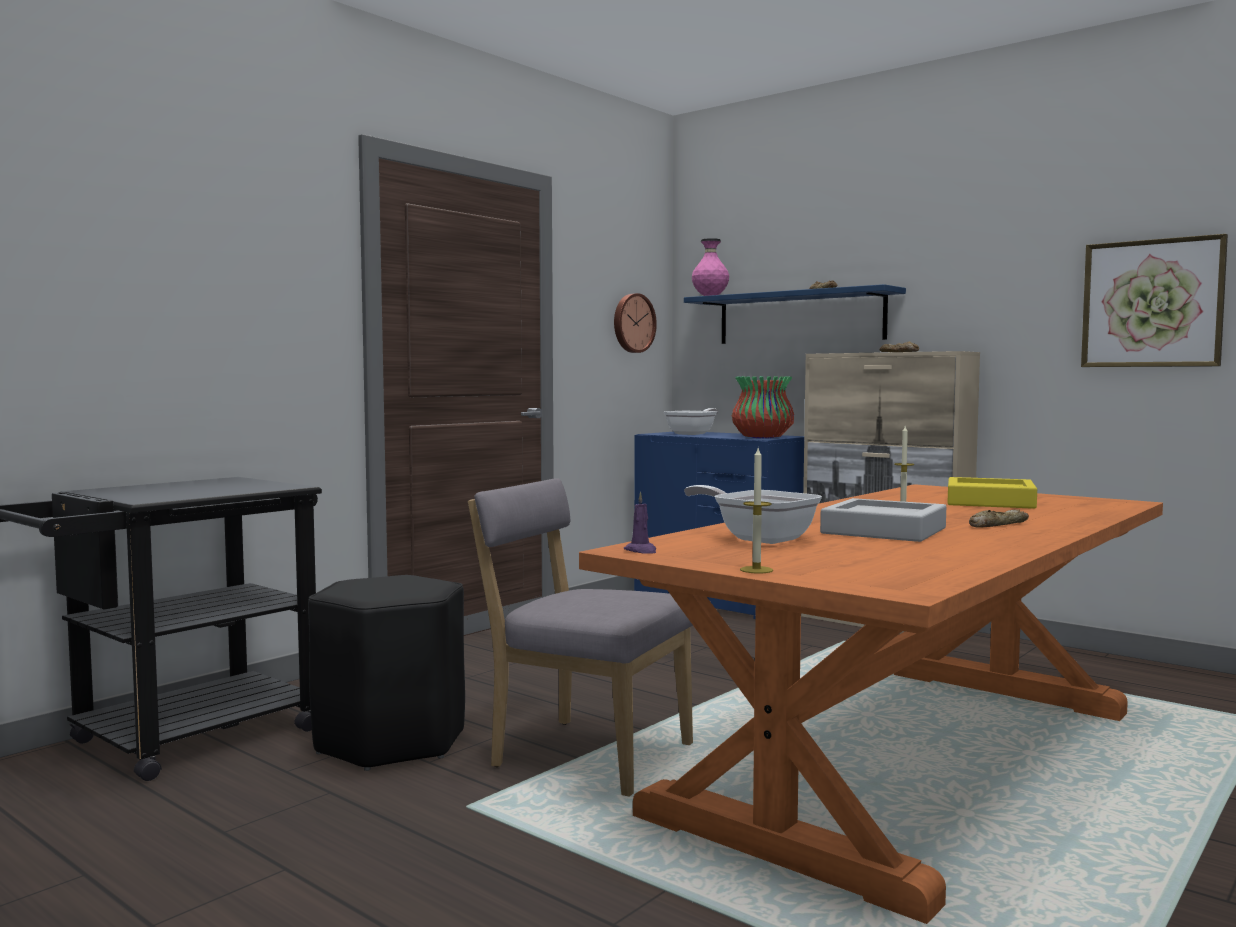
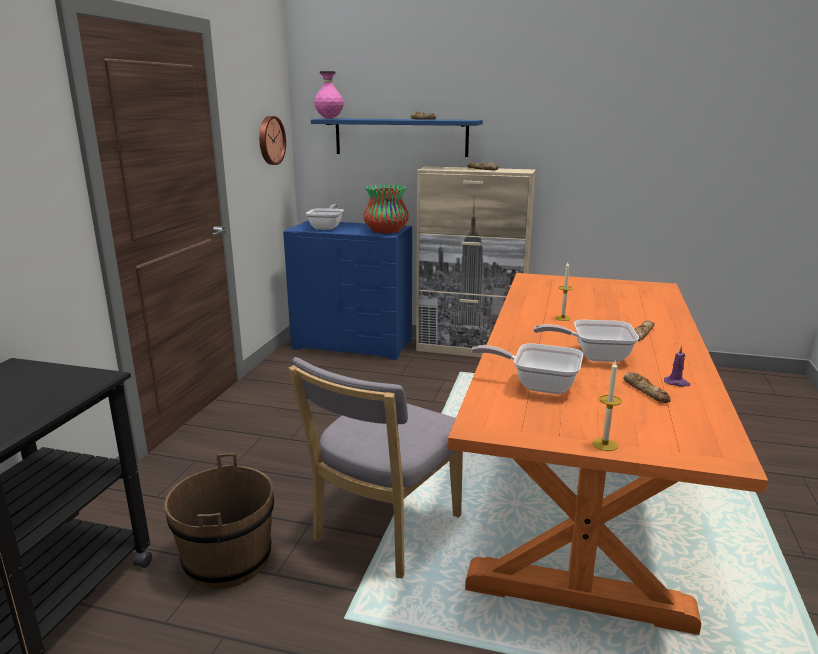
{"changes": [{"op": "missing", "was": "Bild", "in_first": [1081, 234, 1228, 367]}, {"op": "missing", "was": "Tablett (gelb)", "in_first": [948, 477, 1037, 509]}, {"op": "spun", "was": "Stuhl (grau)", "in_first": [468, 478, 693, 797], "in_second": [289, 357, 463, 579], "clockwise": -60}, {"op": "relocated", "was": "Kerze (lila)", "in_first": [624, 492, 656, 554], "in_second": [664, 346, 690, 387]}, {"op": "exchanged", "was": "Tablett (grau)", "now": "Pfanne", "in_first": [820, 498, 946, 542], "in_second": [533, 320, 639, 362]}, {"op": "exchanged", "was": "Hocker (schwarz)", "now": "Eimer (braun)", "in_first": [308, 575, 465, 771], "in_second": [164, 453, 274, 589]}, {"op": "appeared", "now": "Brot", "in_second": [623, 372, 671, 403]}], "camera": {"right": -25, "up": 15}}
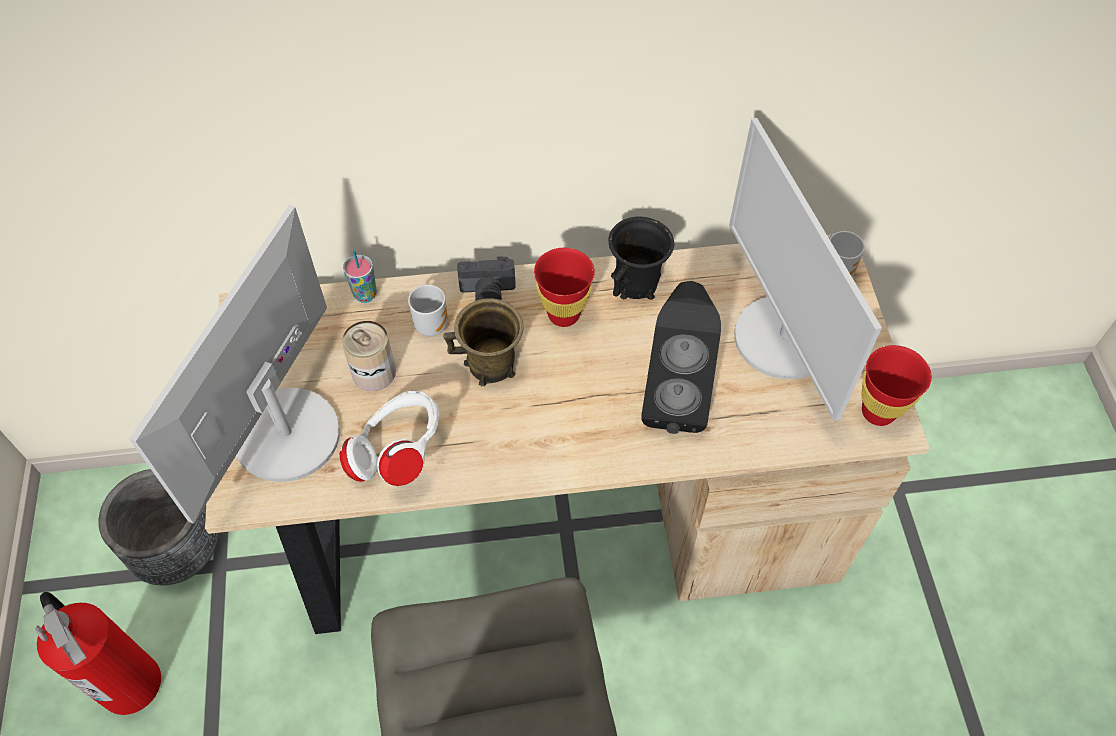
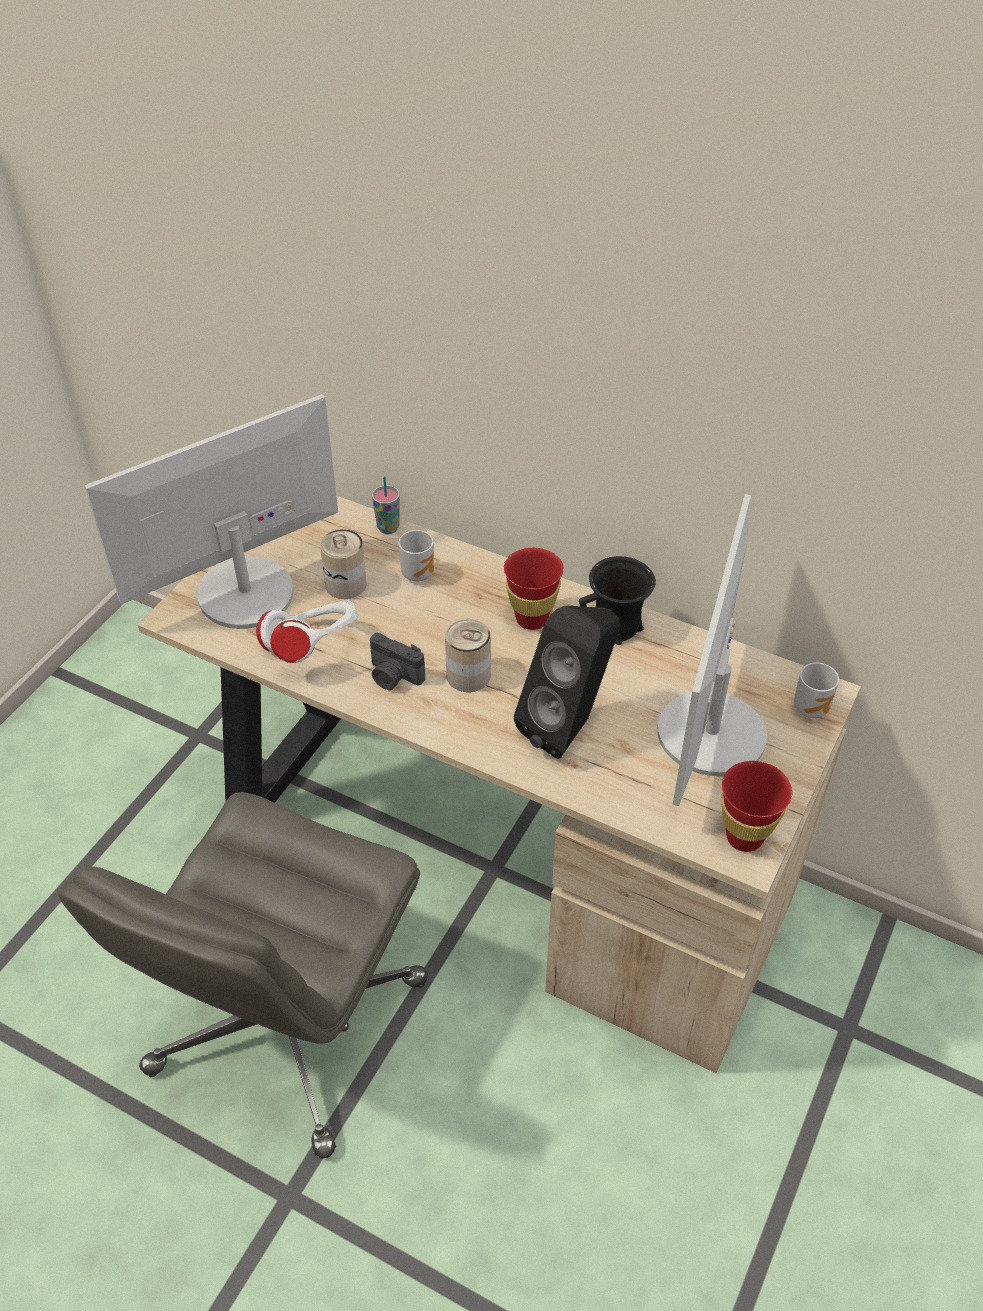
{"changes": [{"op": "relocated", "was": "Kamera", "in_first": [457, 256, 516, 301], "in_second": [370, 633, 425, 690]}, {"op": "missing", "was": "Henkelbecher (braun)", "in_first": [443, 298, 523, 386]}, {"op": "missing", "was": "Pflanzkübel (grau)", "in_first": [98, 469, 218, 585]}, {"op": "missing", "was": "Feuerlöscher", "in_first": [35, 592, 161, 715]}, {"op": "appeared", "now": "Dose", "in_second": [445, 619, 491, 692]}], "camera": {"right": 35, "up": -10}}
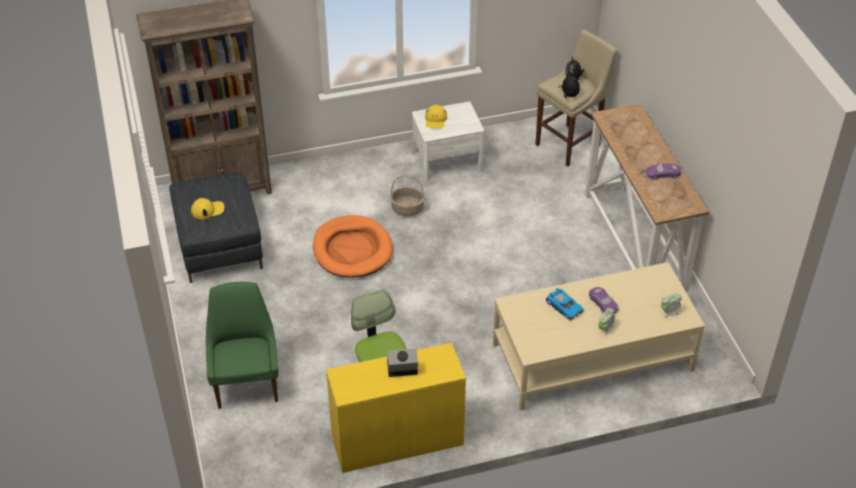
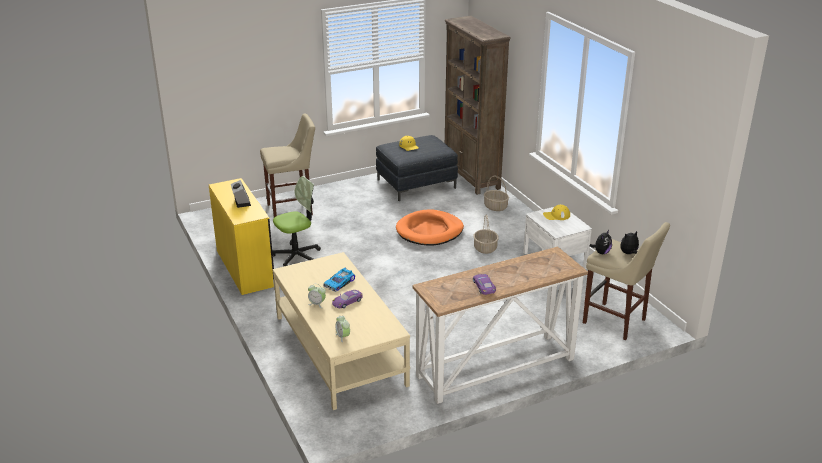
{"changes": [{"op": "exchanged", "was": "Stuhl (grün)", "now": "Hocker (beige)", "in_first": [206, 282, 278, 409], "in_second": [260, 113, 315, 217]}, {"op": "appeared", "now": "Korb", "in_second": [484, 175, 509, 211]}], "camera": {"right": 80, "up": -15}}
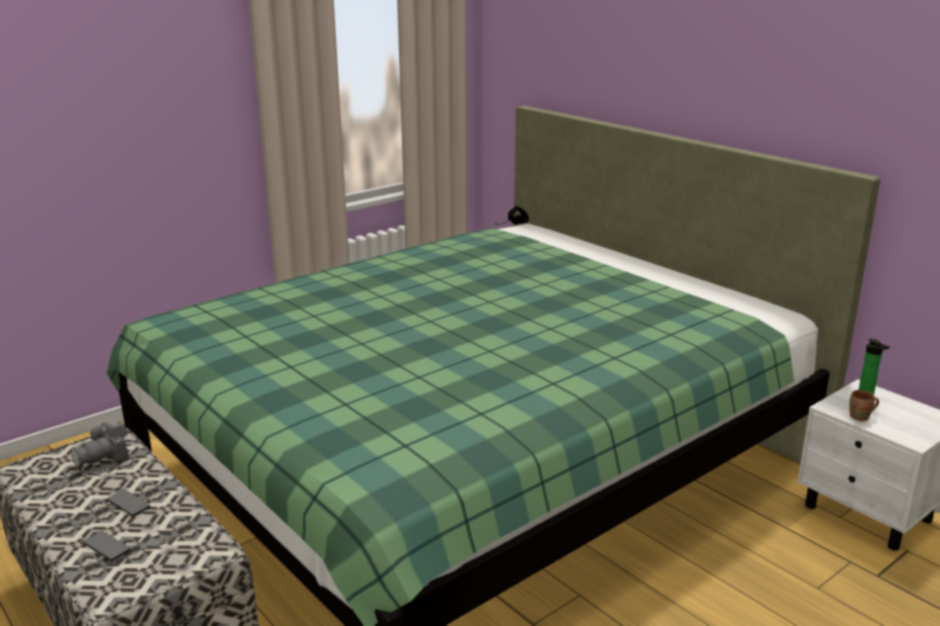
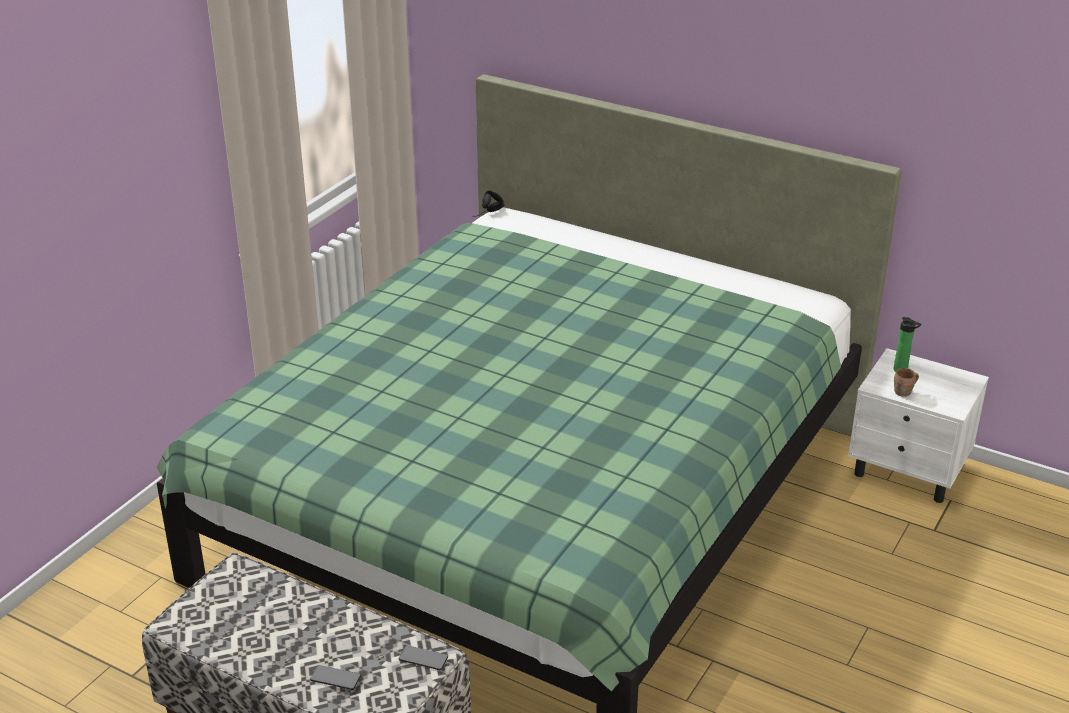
{"changes": [{"op": "missing", "was": "Kamera", "in_first": [71, 422, 128, 468]}, {"op": "relocated", "was": "Handy", "in_first": [107, 489, 151, 516], "in_second": [398, 645, 448, 670]}], "camera": {"right": -20, "up": 10}}
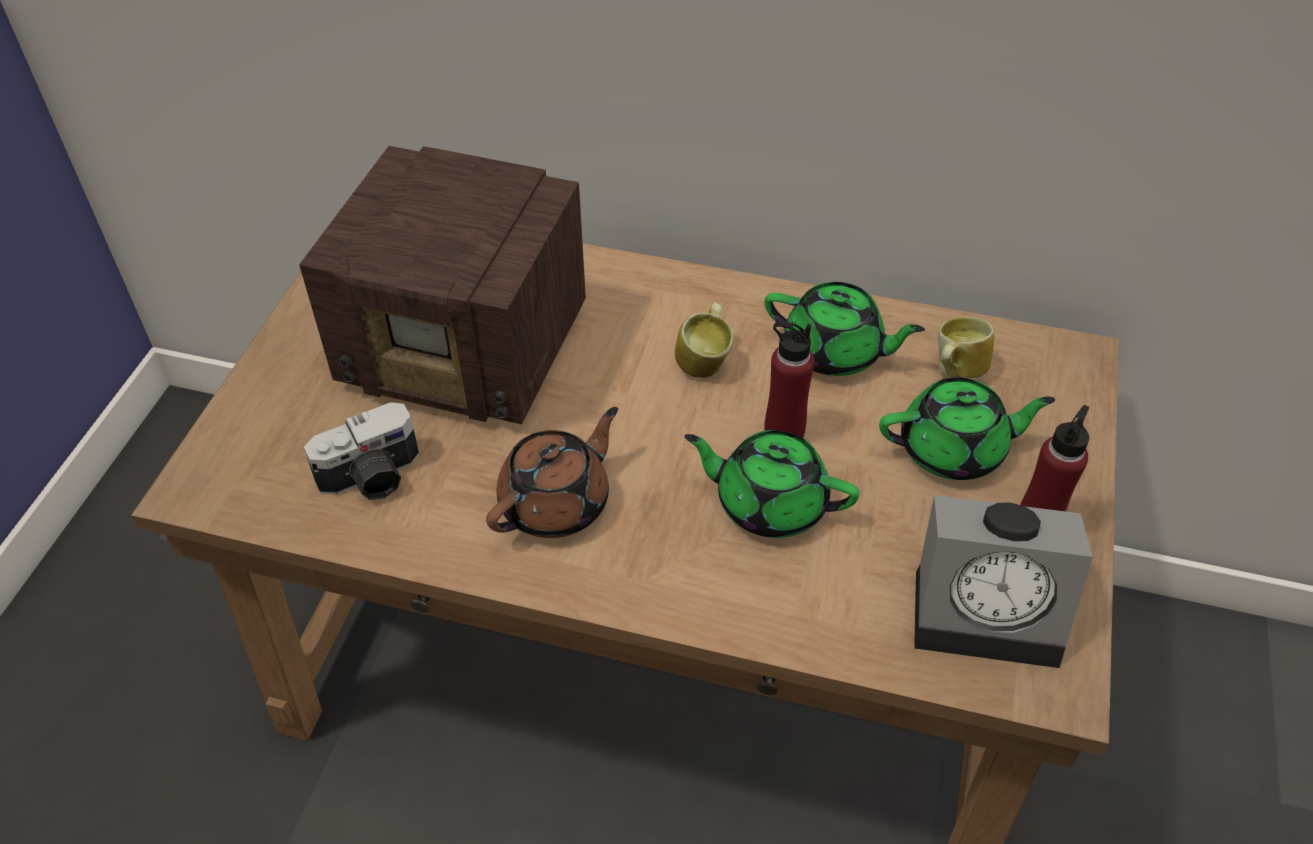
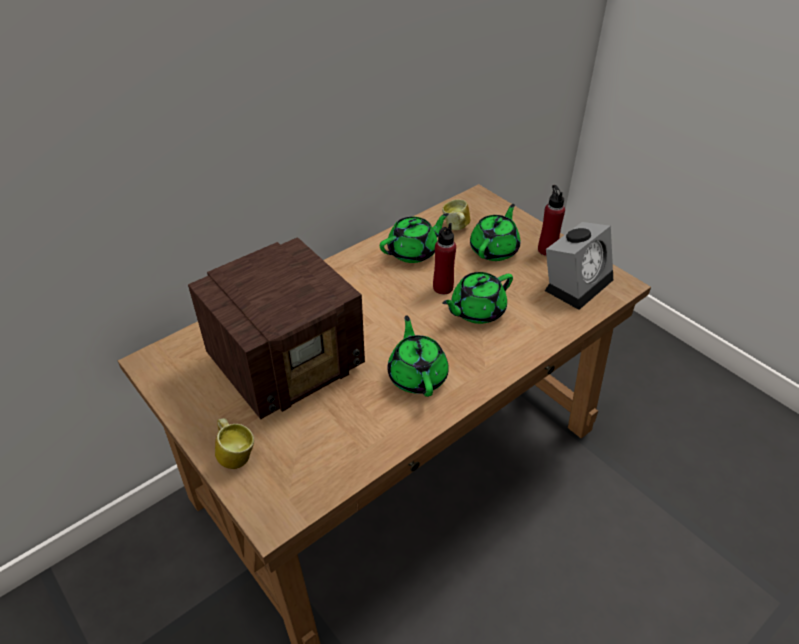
{"changes": [{"op": "relocated", "was": "Henkelbecher", "in_first": [675, 302, 733, 378], "in_second": [215, 418, 254, 469]}, {"op": "missing", "was": "Kamera", "in_first": [304, 402, 419, 500]}, {"op": "colour", "was": "Teekanne (braun)", "now": "Teekanne (grün)", "in_first": [486, 407, 618, 538], "in_second": [387, 315, 449, 397]}], "camera": {"right": -55, "up": -5}}
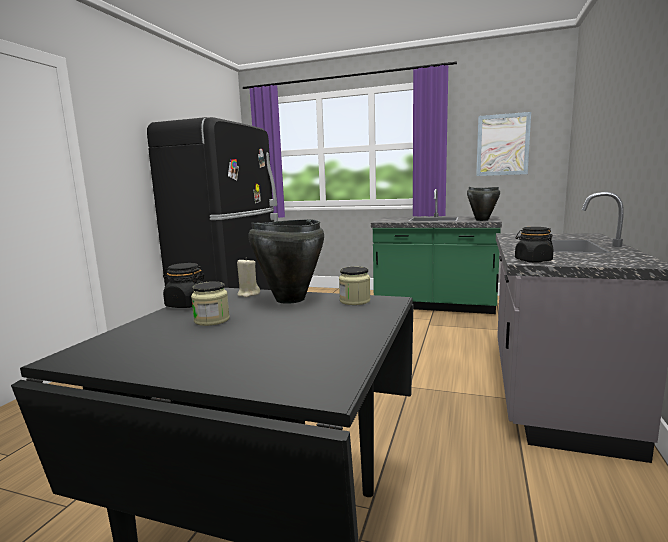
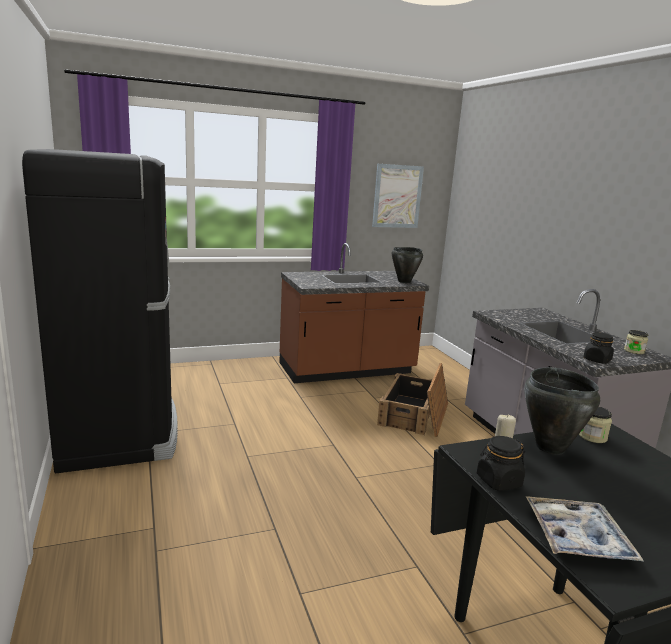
{"changes": [{"op": "colour", "was": "Küchenzeile (grün)", "now": "Küchenzeile (braun)", "in_first": [371, 189, 502, 314], "in_second": [279, 243, 429, 383]}, {"op": "relocated", "was": "Vorratsglas", "in_first": [191, 281, 230, 326], "in_second": [624, 330, 648, 354]}, {"op": "appeared", "now": "Kiste", "in_second": [377, 363, 448, 437]}, {"op": "appeared", "now": "Tablett", "in_second": [526, 496, 644, 562]}], "camera": {"right": -40, "up": 5}}
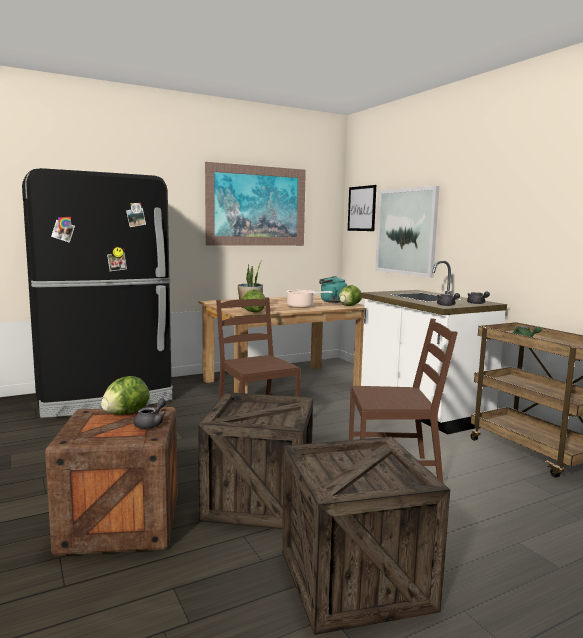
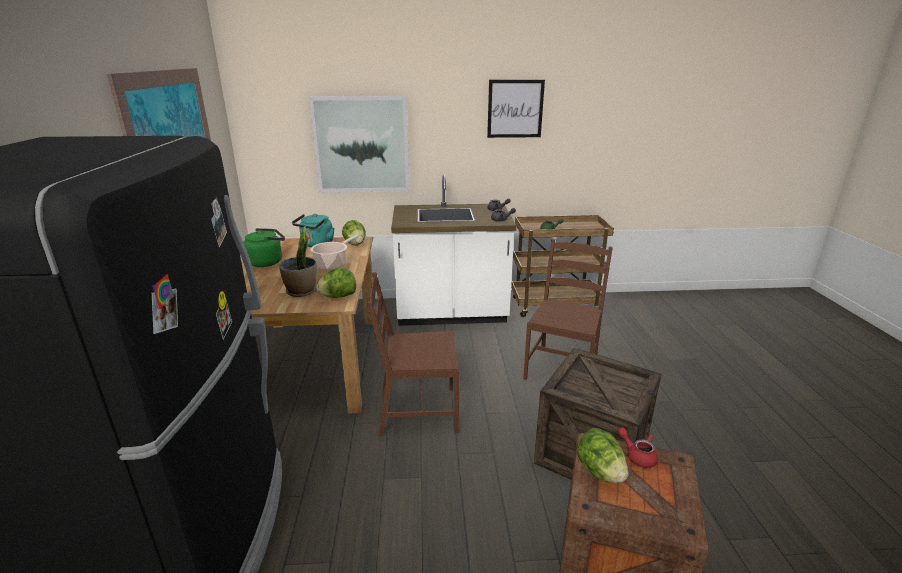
{"changes": [{"op": "relocated", "was": "Bild", "in_first": [348, 185, 376, 231], "in_second": [487, 80, 545, 138]}, {"op": "colour", "was": "Teekanne (grau)", "now": "Teekanne (rot)", "in_first": [134, 398, 166, 429], "in_second": [617, 427, 658, 468]}, {"op": "missing", "was": "Kiste", "in_first": [282, 437, 450, 635]}, {"op": "appeared", "now": "Wasserkessel (grün)", "in_second": [243, 228, 285, 267]}], "camera": {"right": -65, "up": 15}}
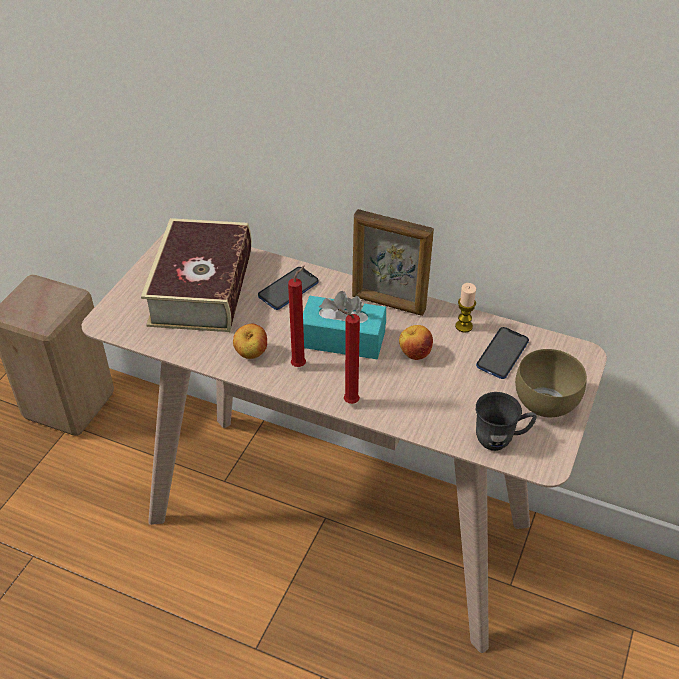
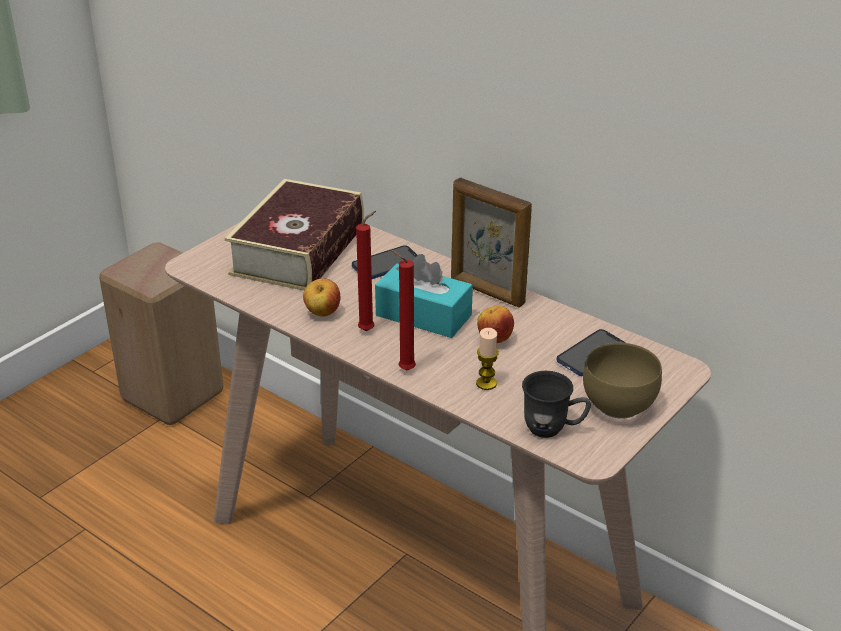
{"changes": [{"op": "relocated", "was": "Kerze", "in_first": [455, 283, 476, 333], "in_second": [476, 328, 499, 390]}], "camera": {"right": 15, "up": -10}}
